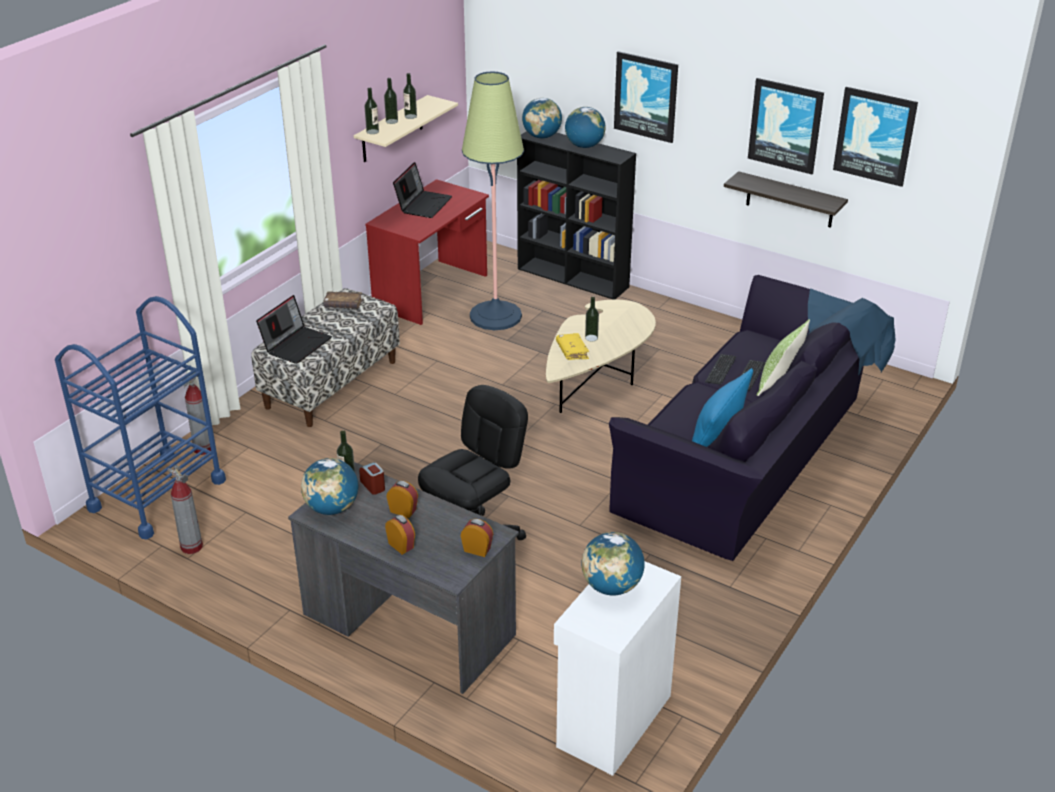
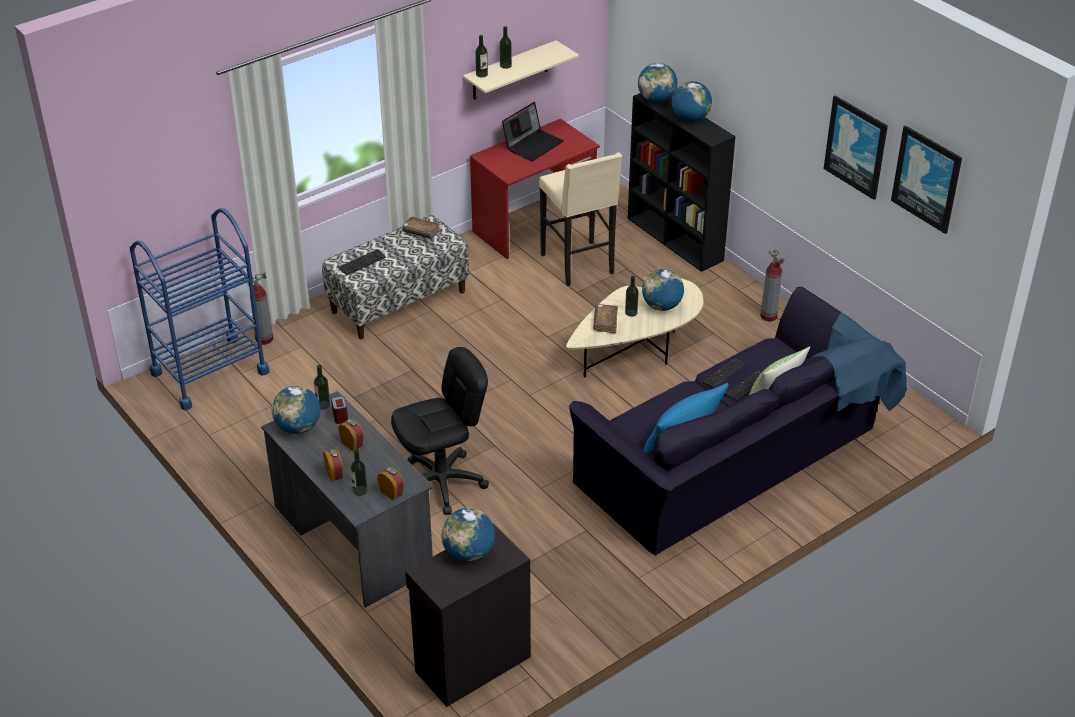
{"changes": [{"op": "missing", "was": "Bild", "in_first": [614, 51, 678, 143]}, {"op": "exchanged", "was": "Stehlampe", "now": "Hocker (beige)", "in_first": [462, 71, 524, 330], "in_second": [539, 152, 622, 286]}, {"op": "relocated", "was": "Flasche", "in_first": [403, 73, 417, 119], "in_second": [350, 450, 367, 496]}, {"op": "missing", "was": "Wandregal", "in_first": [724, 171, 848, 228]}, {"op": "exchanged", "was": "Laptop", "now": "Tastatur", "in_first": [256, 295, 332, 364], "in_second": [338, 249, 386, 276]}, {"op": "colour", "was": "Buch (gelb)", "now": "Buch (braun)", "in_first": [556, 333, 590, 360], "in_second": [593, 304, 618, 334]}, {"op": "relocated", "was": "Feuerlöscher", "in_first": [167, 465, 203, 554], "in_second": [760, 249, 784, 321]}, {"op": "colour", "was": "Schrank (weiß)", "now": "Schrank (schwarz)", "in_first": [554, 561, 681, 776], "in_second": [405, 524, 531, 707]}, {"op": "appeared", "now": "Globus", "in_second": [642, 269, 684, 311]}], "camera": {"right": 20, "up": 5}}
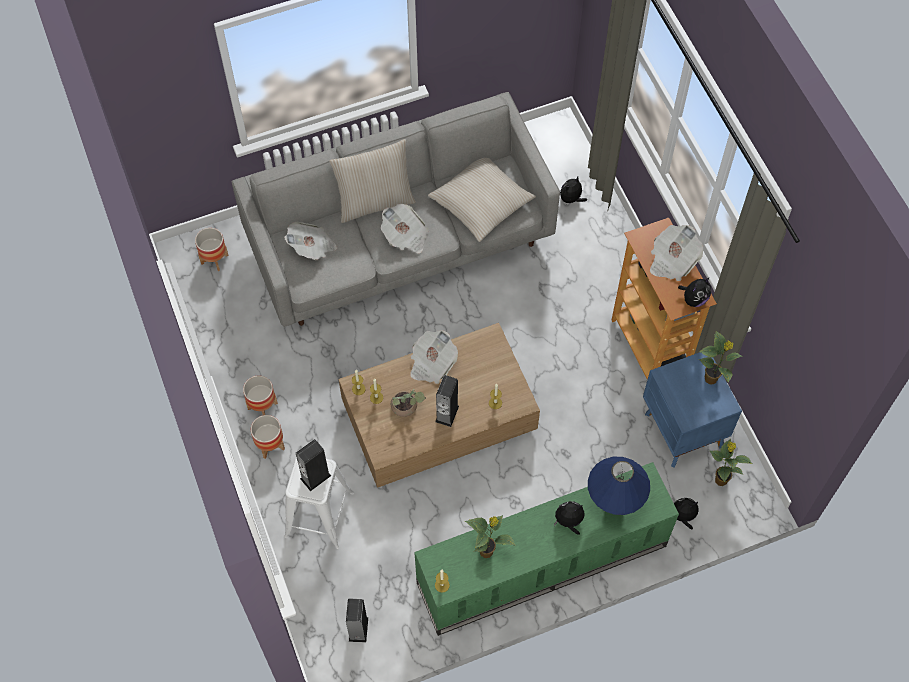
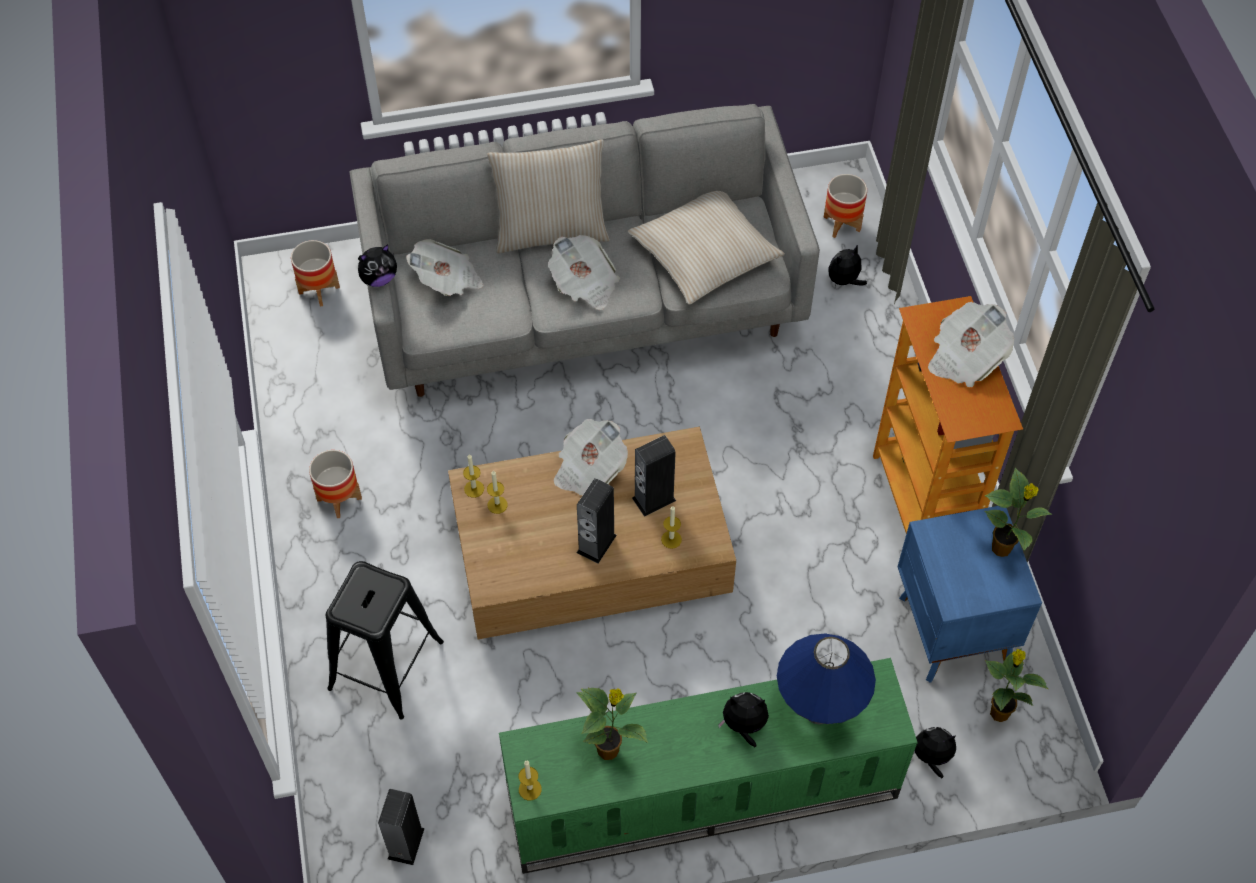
{"changes": [{"op": "relocated", "was": "Plüschtier", "in_first": [678, 277, 711, 307], "in_second": [358, 244, 397, 287]}, {"op": "missing", "was": "Topfpflanze", "in_first": [391, 389, 426, 417]}, {"op": "relocated", "was": "Pflanzkübel", "in_first": [251, 415, 285, 459], "in_second": [823, 174, 867, 238]}, {"op": "relocated", "was": "Lautsprecher", "in_first": [296, 439, 331, 491], "in_second": [632, 435, 676, 517]}, {"op": "colour", "was": "Hocker (weiß)", "now": "Hocker (schwarz)", "in_first": [284, 457, 354, 549], "in_second": [326, 561, 444, 720]}], "camera": {"right": 10, "up": -5}}
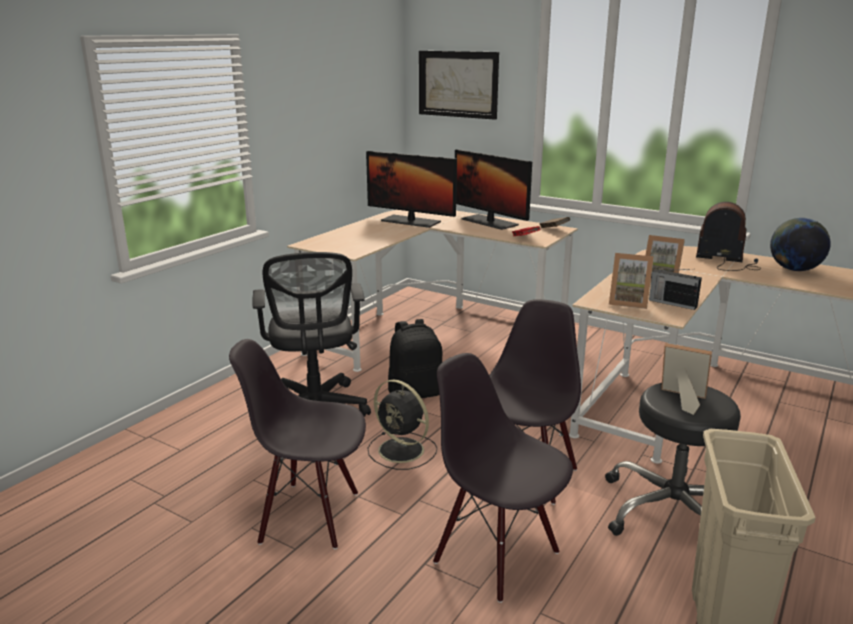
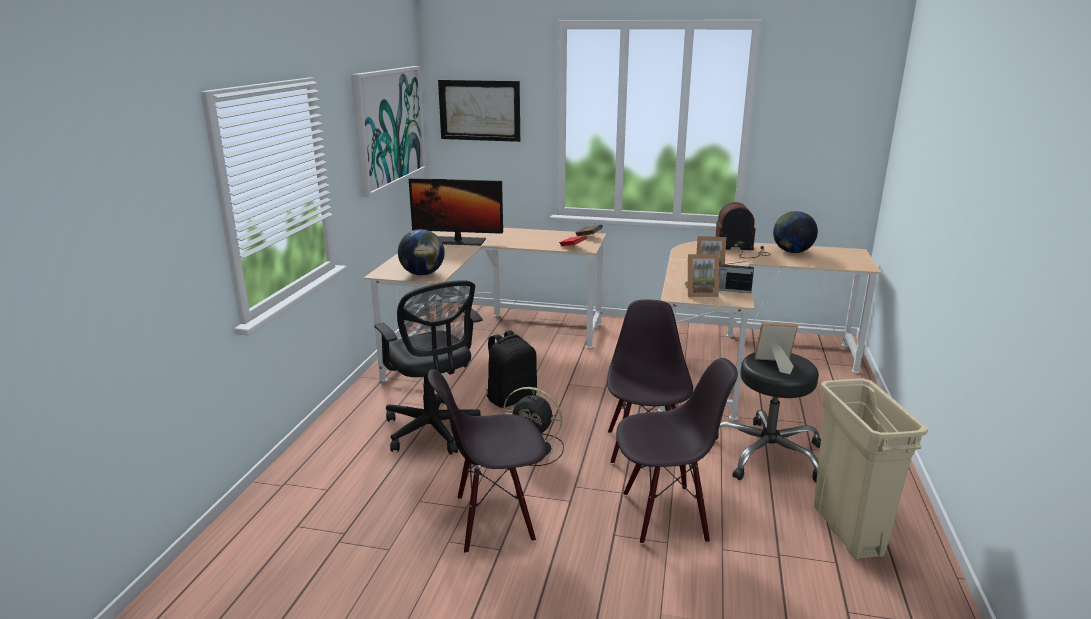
{"changes": [{"op": "missing", "was": "Monitor", "in_first": [455, 149, 532, 230]}, {"op": "spun", "was": "Stuhl (schwarz)", "in_first": [433, 353, 573, 603], "in_second": [616, 358, 738, 544], "clockwise": 150}, {"op": "appeared", "now": "Bild", "in_second": [351, 66, 427, 197]}, {"op": "appeared", "now": "Globus", "in_second": [398, 229, 445, 275]}], "camera": {"right": -20, "up": 0}}
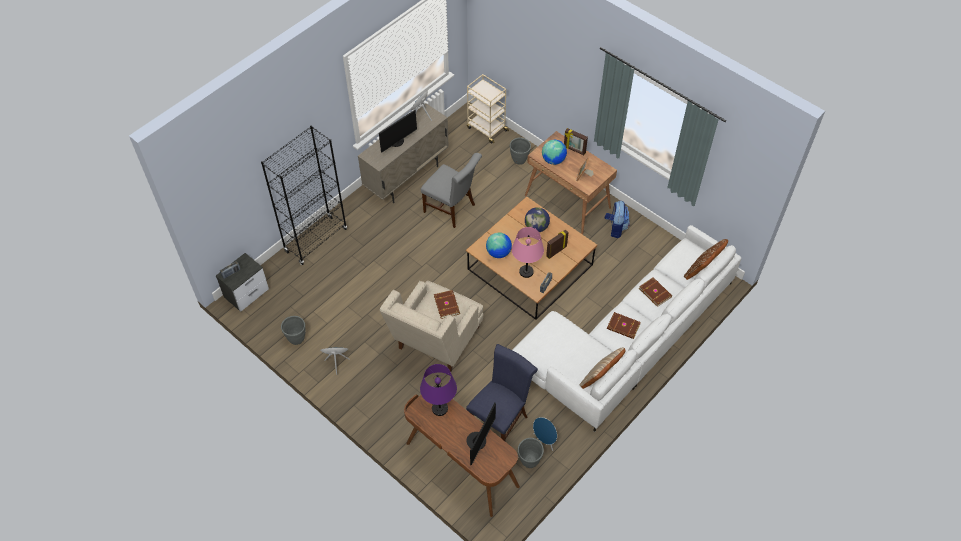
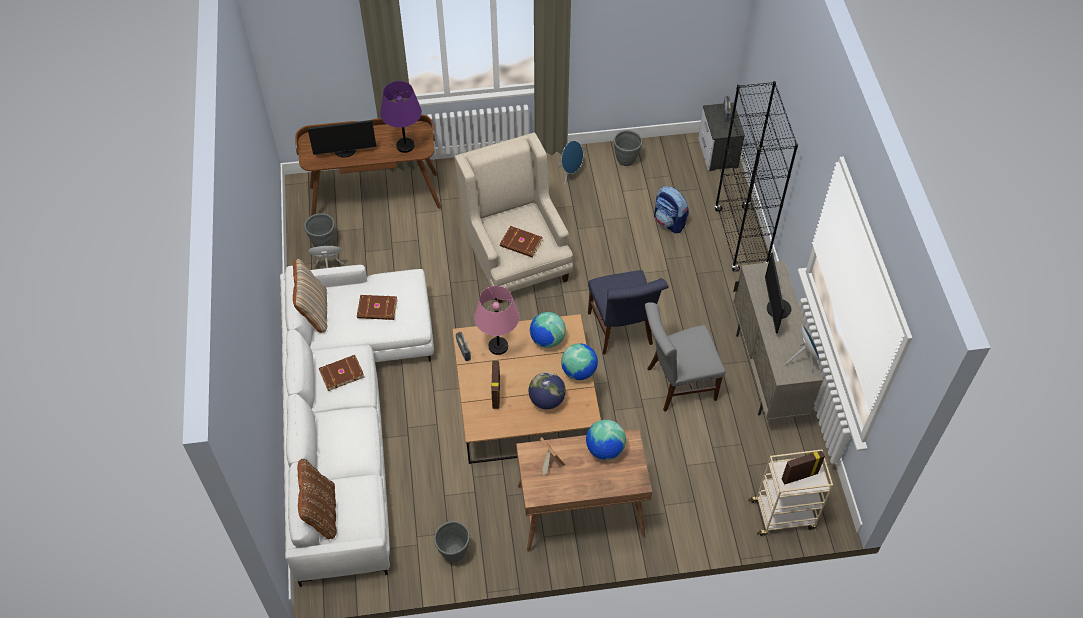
{"changes": [{"op": "relocated", "was": "Bilderrahmen", "in_first": [564, 128, 588, 155], "in_second": [782, 451, 825, 485]}, {"op": "relocated", "was": "Pflanzkübel (grau)", "in_first": [510, 137, 531, 165], "in_second": [434, 521, 470, 562]}, {"op": "relocated", "was": "Rucksack", "in_first": [605, 201, 630, 238], "in_second": [654, 186, 689, 233]}, {"op": "relocated", "was": "Buch (braun)", "in_first": [639, 277, 672, 307], "in_second": [357, 295, 397, 320]}, {"op": "relocated", "was": "Stuhl (blau)", "in_first": [466, 344, 538, 441], "in_second": [588, 270, 668, 354]}, {"op": "spun", "was": "Monitor", "in_first": [466, 403, 496, 465], "in_second": [307, 120, 376, 158], "clockwise": -75}, {"op": "appeared", "now": "Globus", "in_second": [561, 343, 598, 380]}], "camera": {"right": 130, "up": 0}}
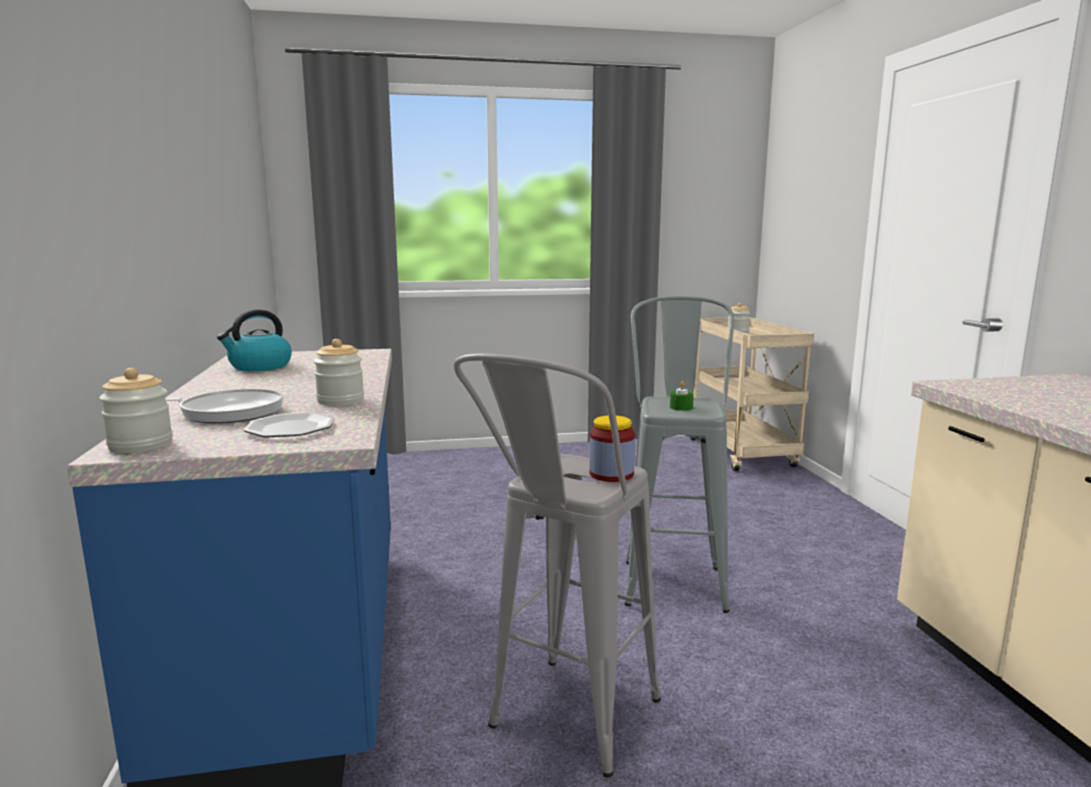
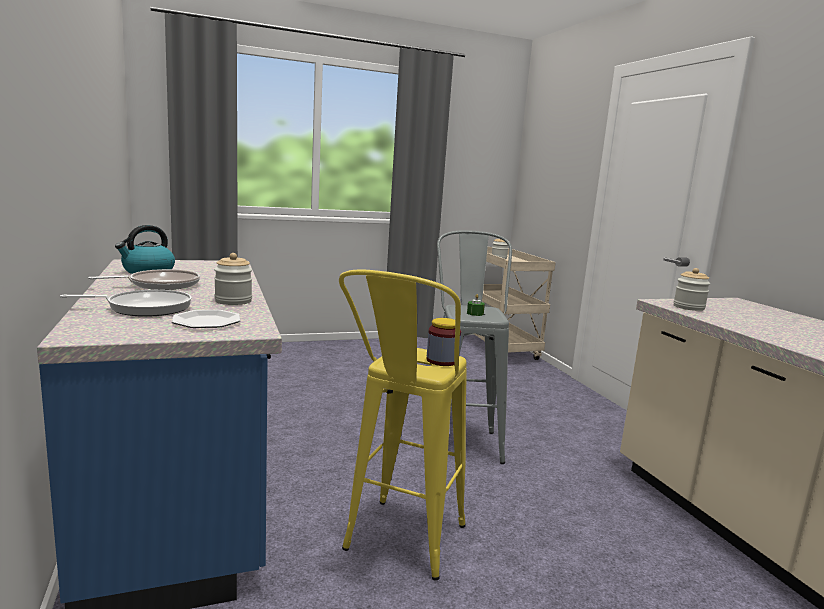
{"changes": [{"op": "colour", "was": "Hocker (grau)", "now": "Hocker (gelb)", "in_first": [454, 353, 661, 778], "in_second": [339, 270, 467, 581]}, {"op": "relocated", "was": "Vorratsglas", "in_first": [99, 368, 173, 453], "in_second": [673, 268, 710, 311]}, {"op": "appeared", "now": "Pfanne", "in_second": [88, 269, 200, 290]}], "camera": {"right": -10, "up": 0}}
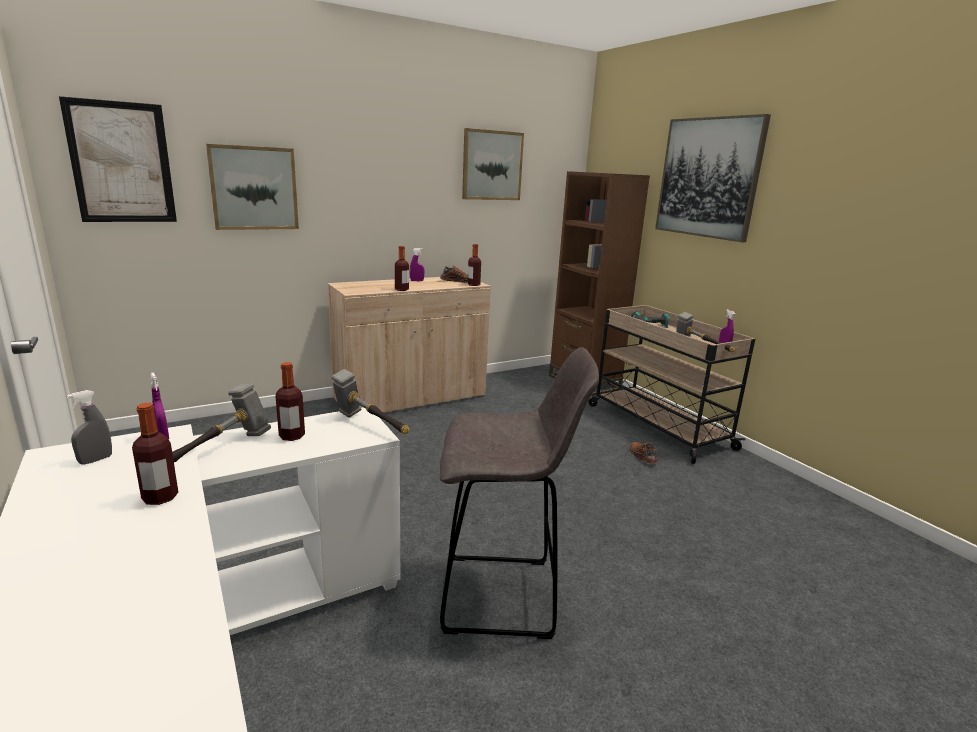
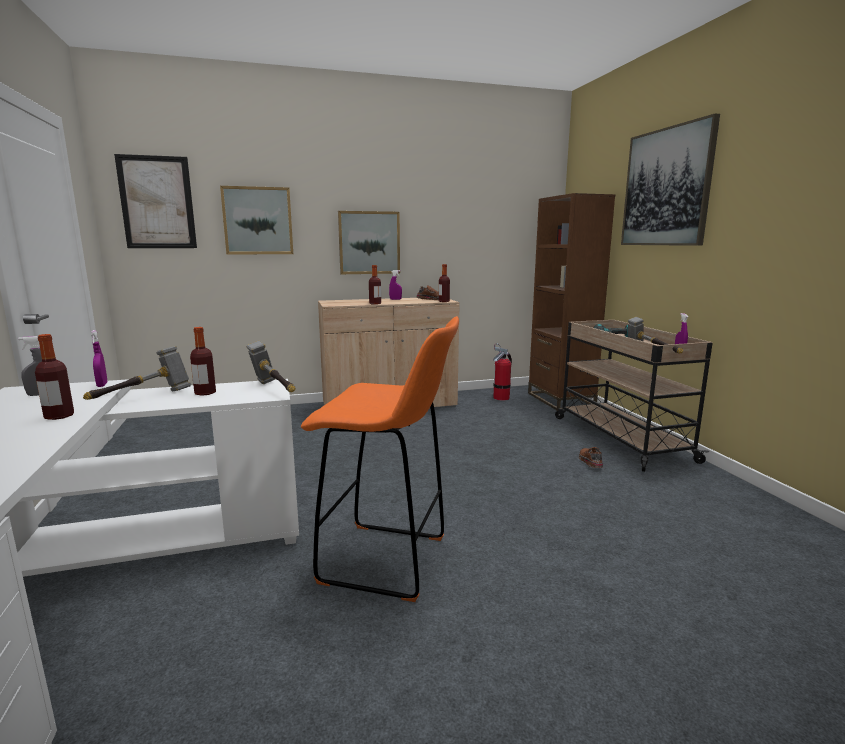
{"changes": [{"op": "relocated", "was": "Bild", "in_first": [462, 128, 524, 200], "in_second": [338, 211, 400, 274]}, {"op": "colour", "was": "Hocker (grau)", "now": "Hocker (orange)", "in_first": [440, 347, 599, 639], "in_second": [301, 316, 459, 602]}, {"op": "appeared", "now": "Feuerlöscher", "in_second": [493, 343, 512, 400]}], "camera": {"right": 15, "up": -5}}
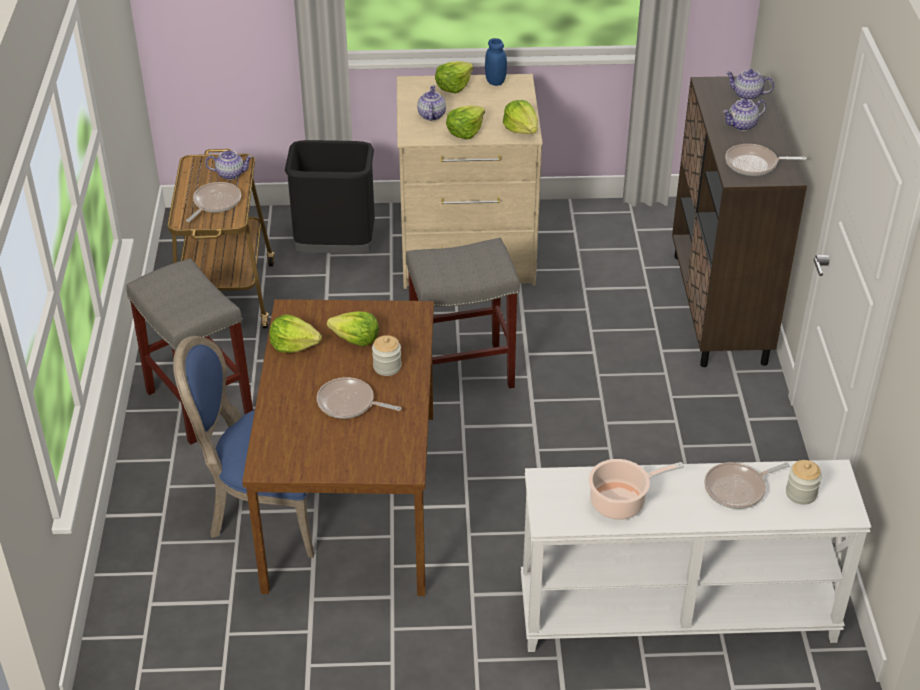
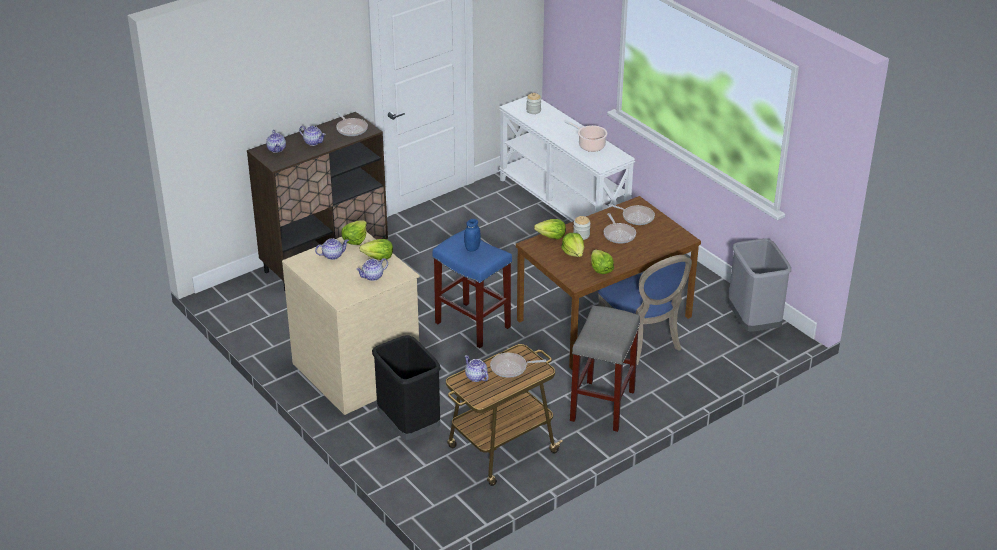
{"changes": [{"op": "relocated", "was": "Vorratsglas (blau)", "in_first": [485, 38, 507, 86], "in_second": [464, 219, 481, 251]}, {"op": "relocated", "was": "Salatkopf", "in_first": [435, 61, 473, 94], "in_second": [534, 219, 566, 239]}, {"op": "colour", "was": "Hocker (grau)", "now": "Hocker (blau)", "in_first": [406, 238, 520, 389], "in_second": [433, 230, 512, 348]}, {"op": "relocated", "was": "Pfanne", "in_first": [704, 462, 789, 509], "in_second": [608, 204, 655, 225]}, {"op": "appeared", "now": "Mülleimer (grau)", "in_second": [728, 238, 791, 332]}, {"op": "appeared", "now": "Teekanne", "in_second": [315, 239, 349, 260]}], "camera": {"right": -125, "up": -5}}
